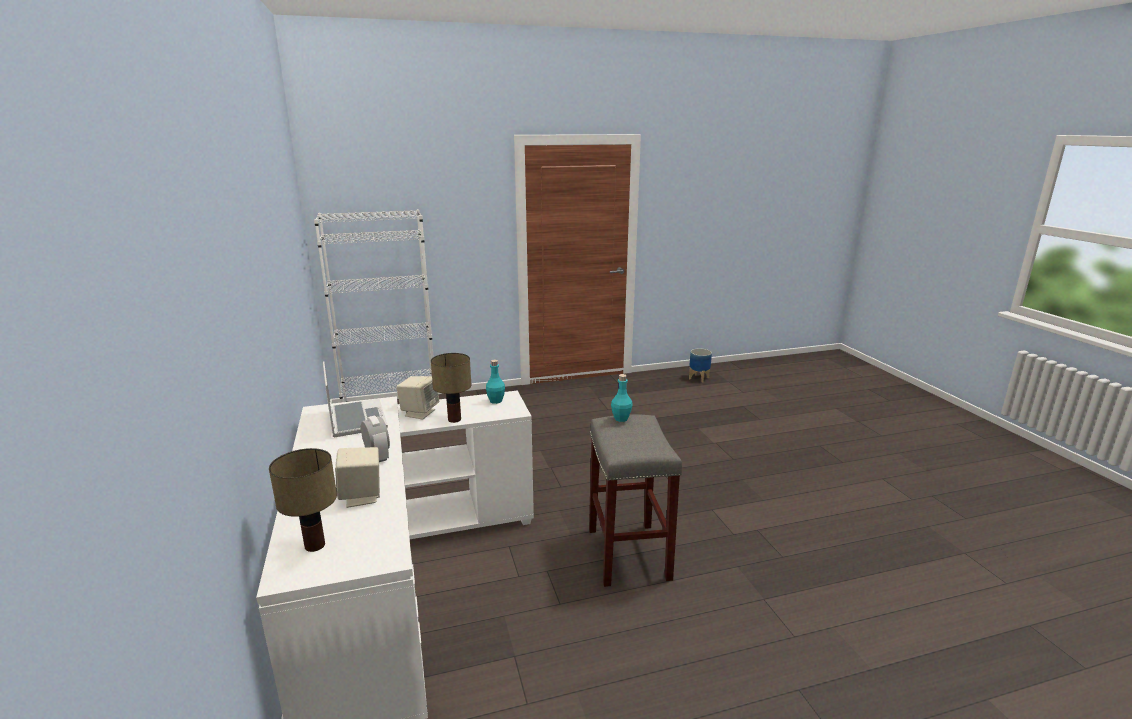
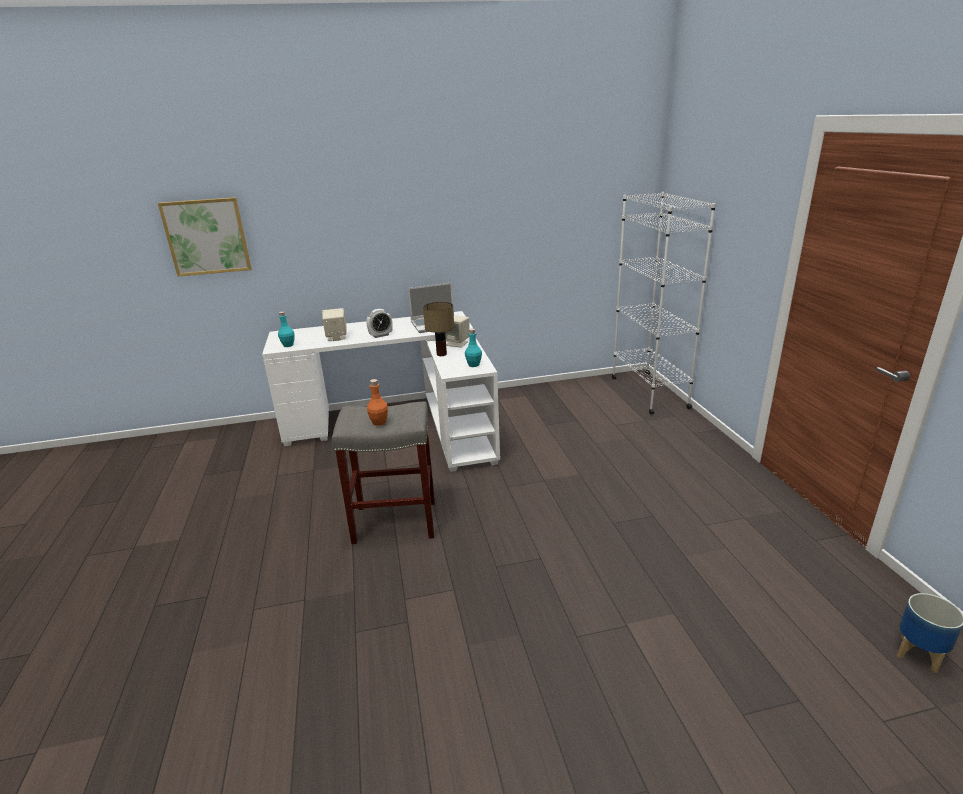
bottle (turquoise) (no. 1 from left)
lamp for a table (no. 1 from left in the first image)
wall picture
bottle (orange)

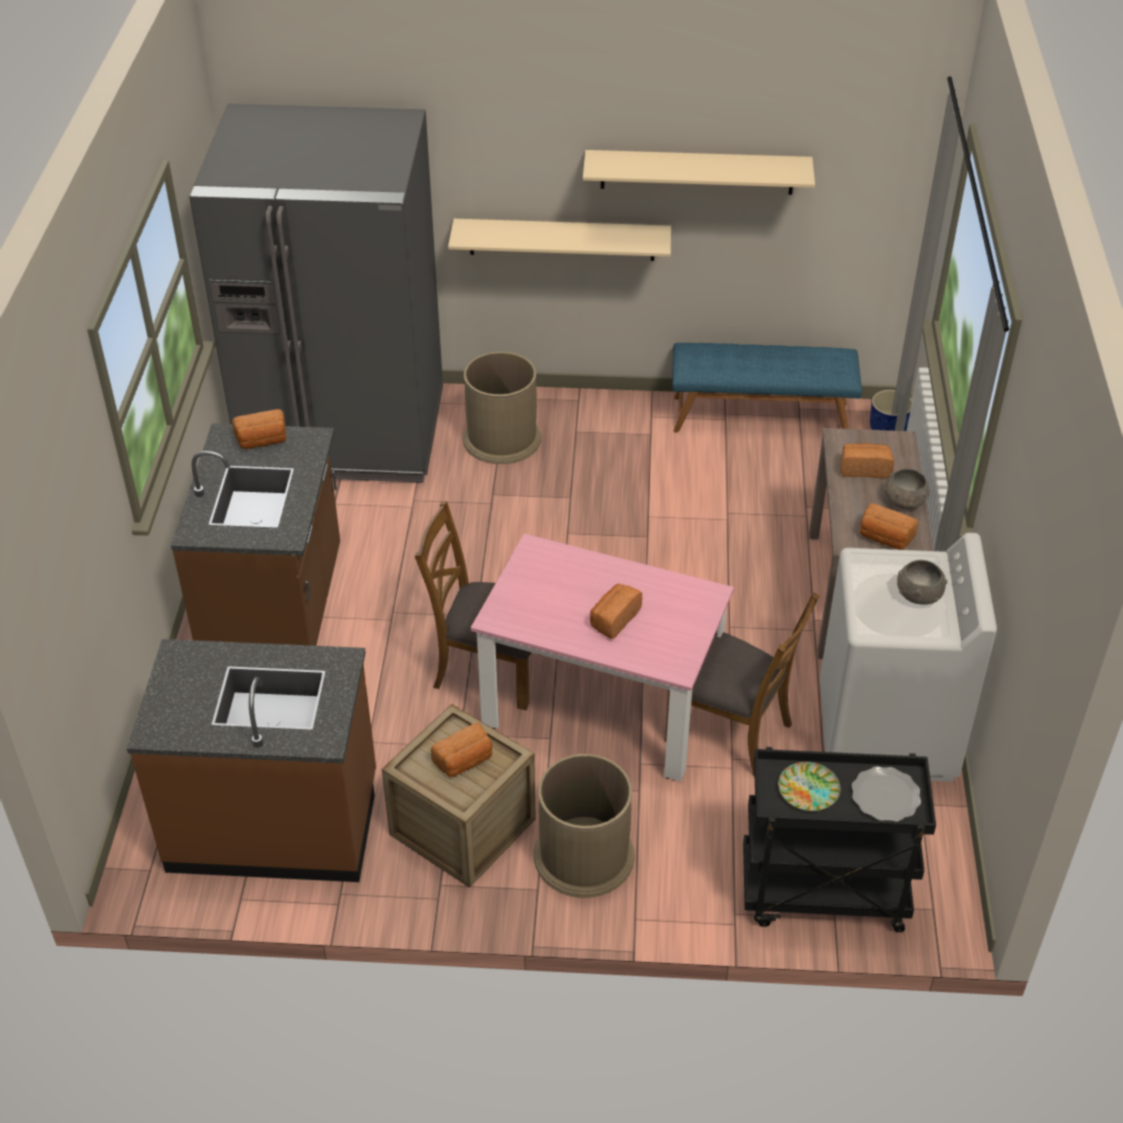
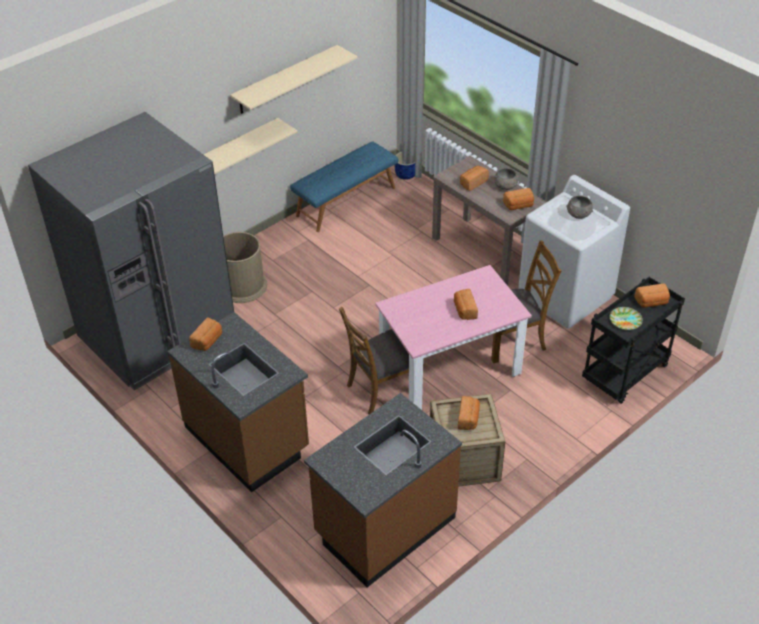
waste bin (brownish) (no. 2 from left in the first image)
bread (no. 6 from left)

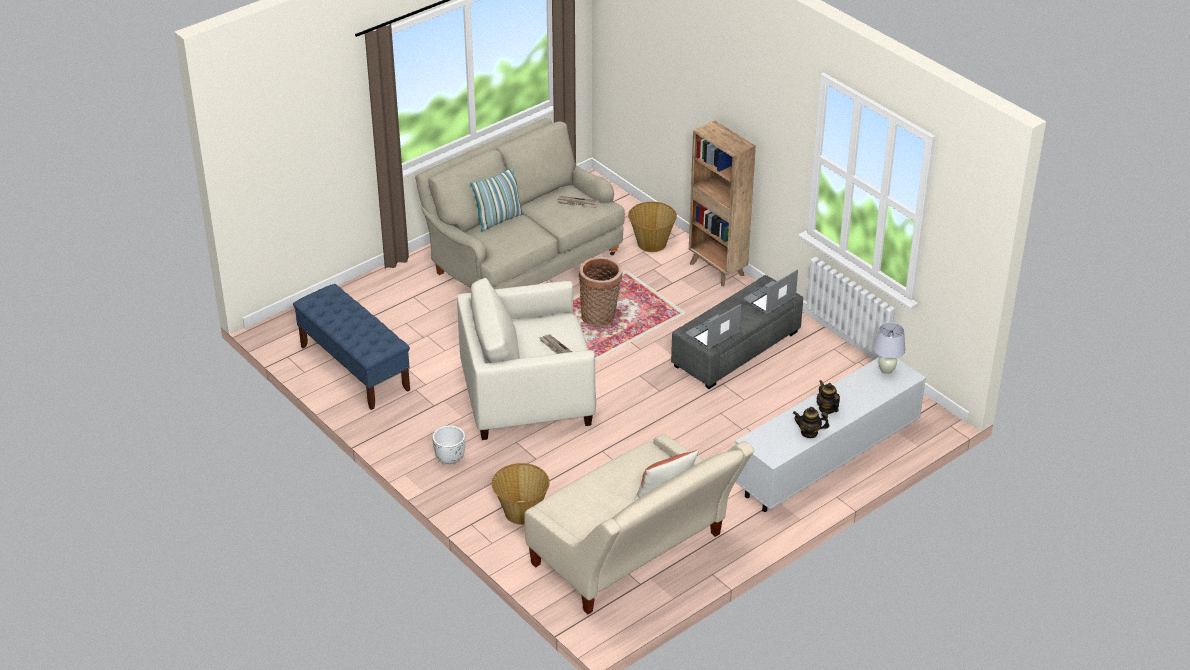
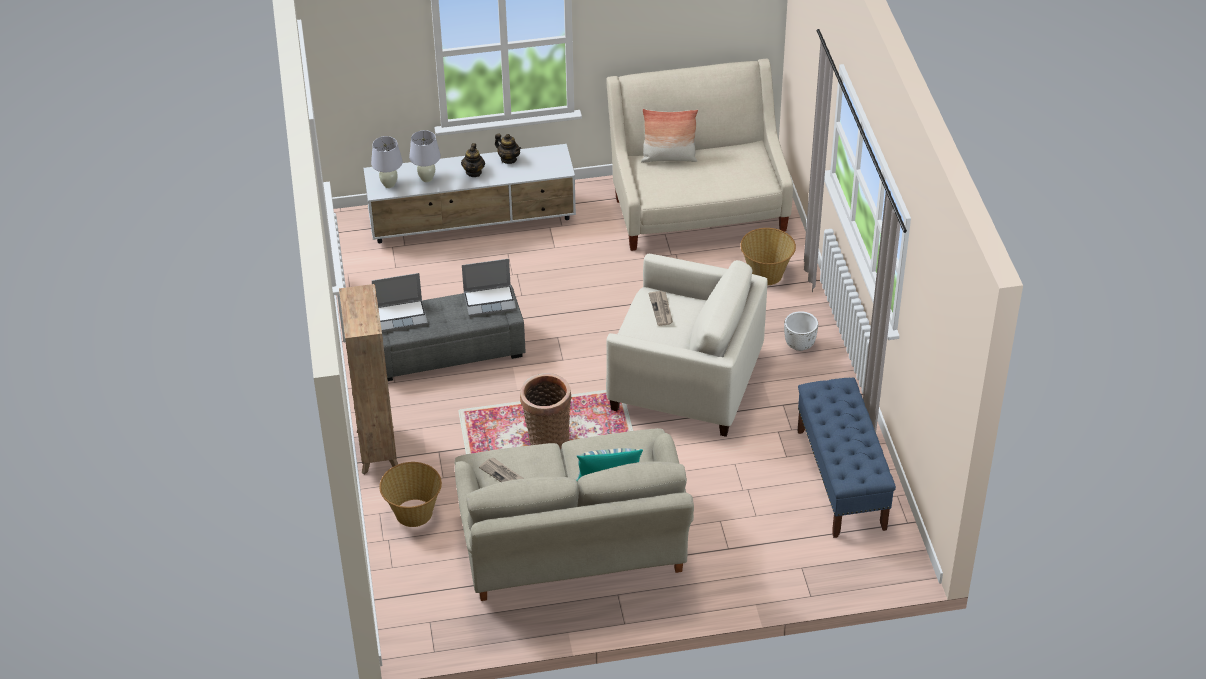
lamp for a table (white-coloured) (no. 2 from left)

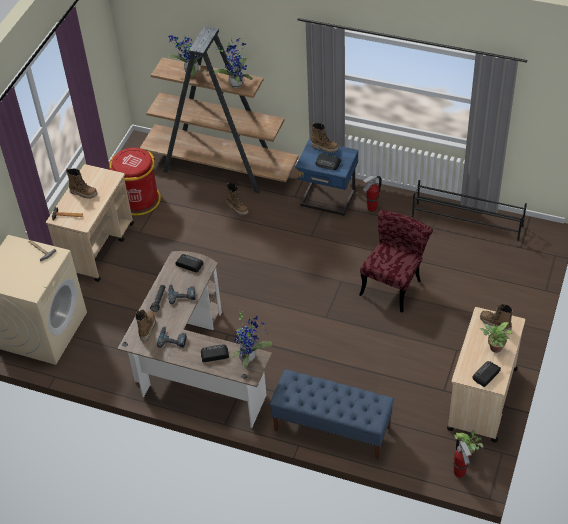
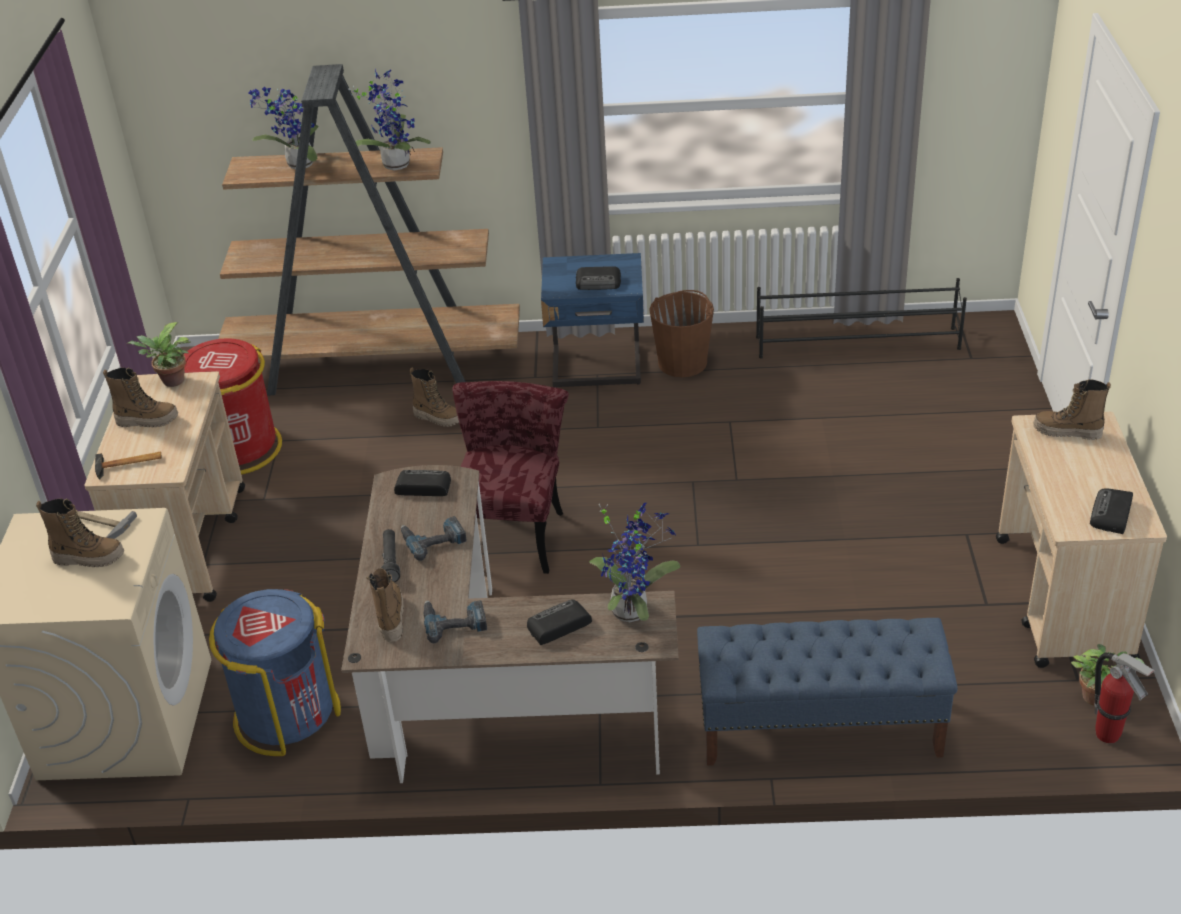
boot (no. 1 from left)
water bucket (brownish)
plain chair (red)
potted plant (no. 1 from left)
waste bin (bluish)

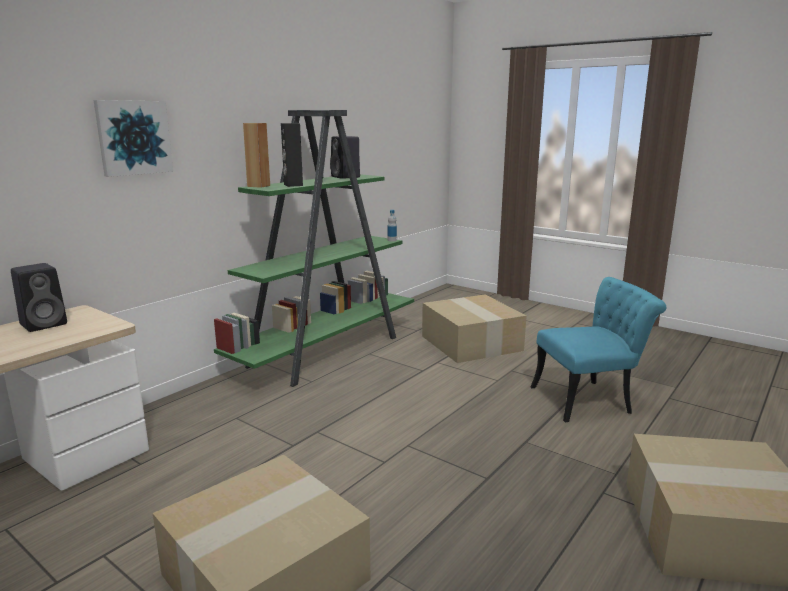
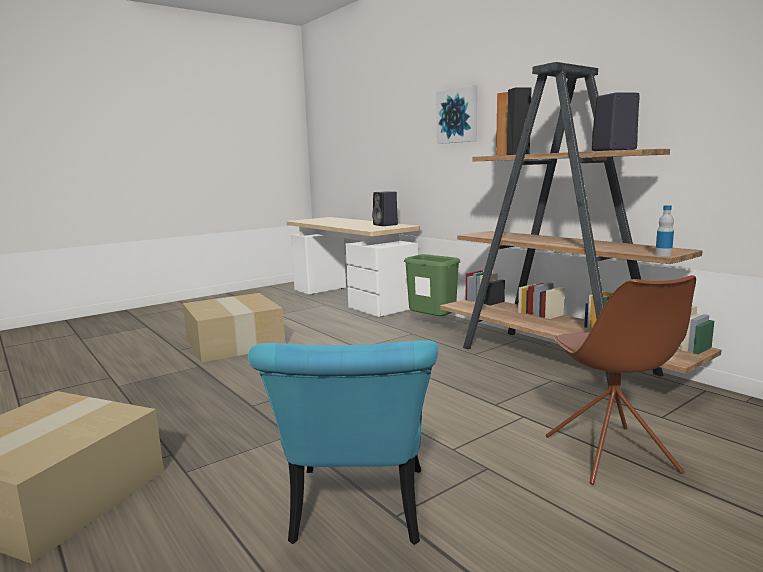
bookshelf (brownish)
plain chair (brownish)
waste bin (green)

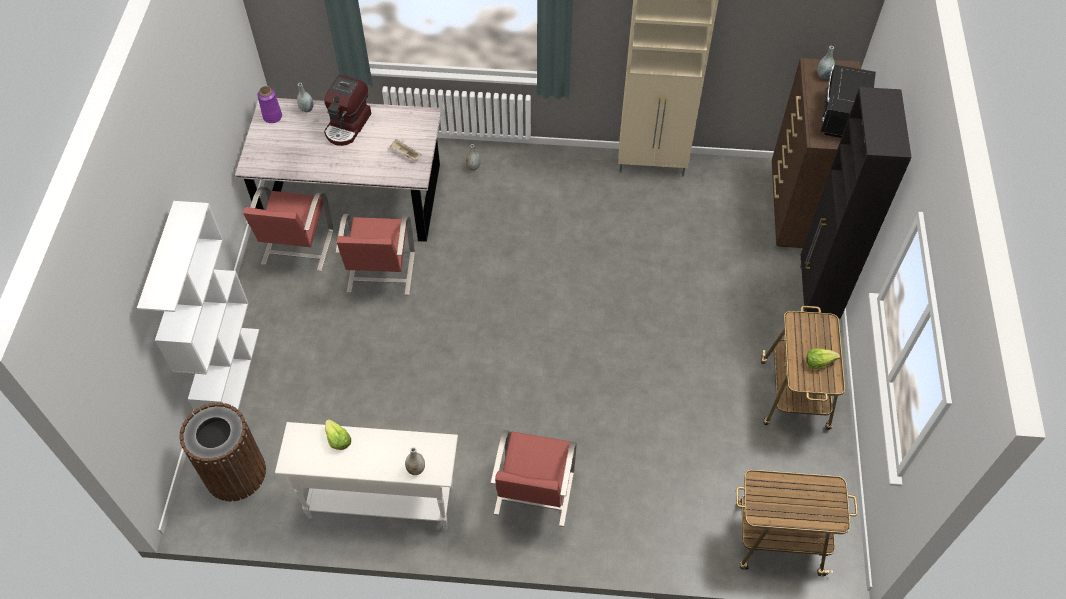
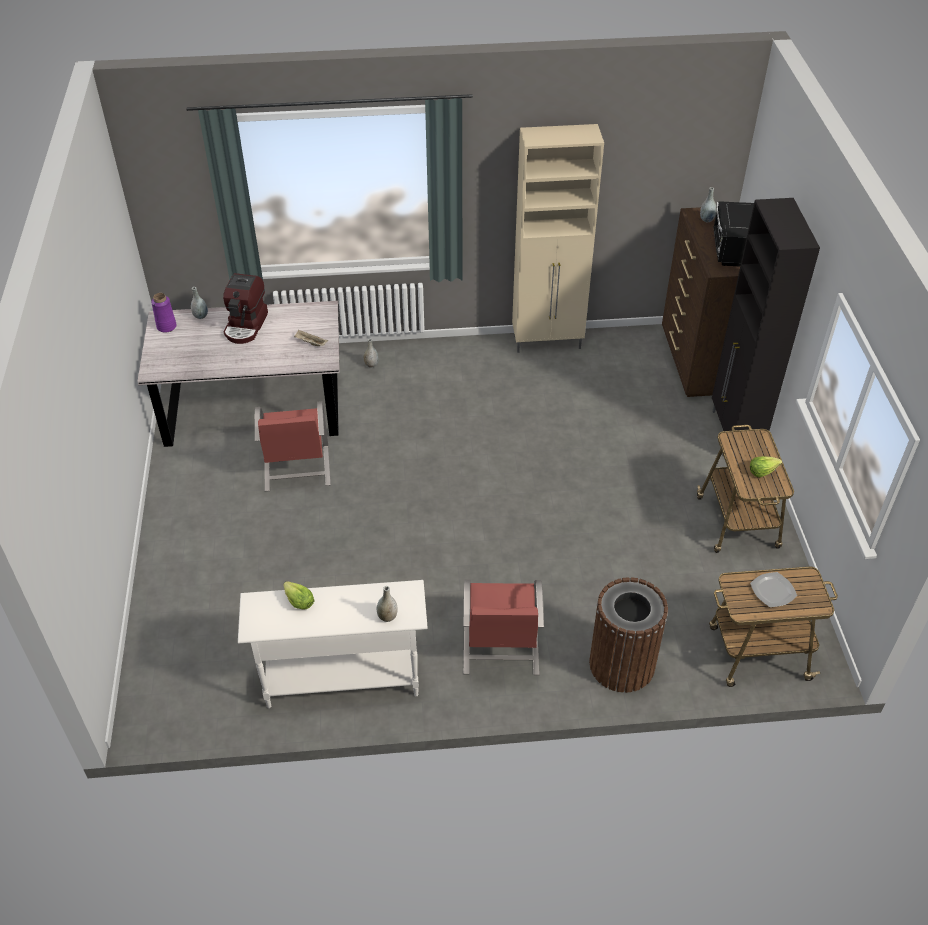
plain chair (red) (no. 1 from left in the first image)
bookshelf (white-coloured)
waste bin (brownish)
flat dish

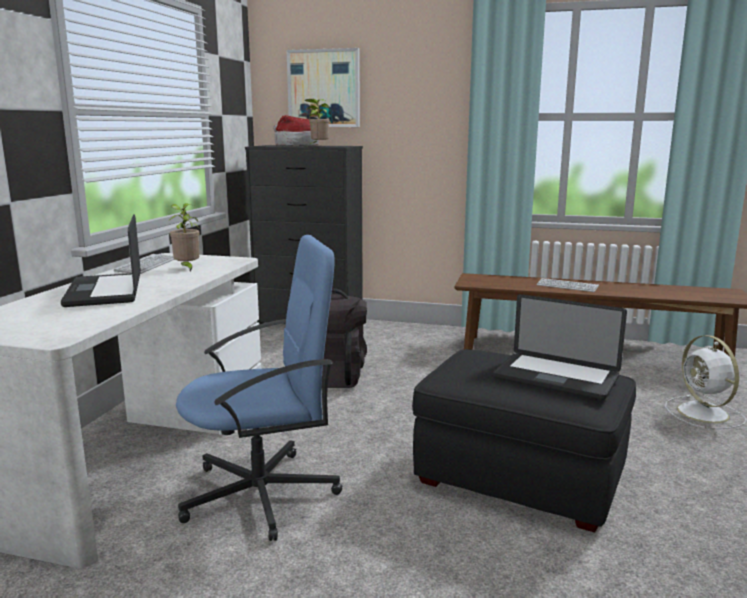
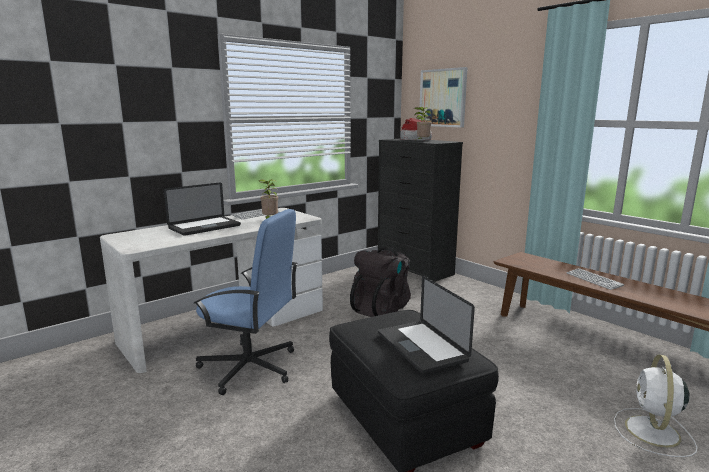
laptop (no. 1 from left)

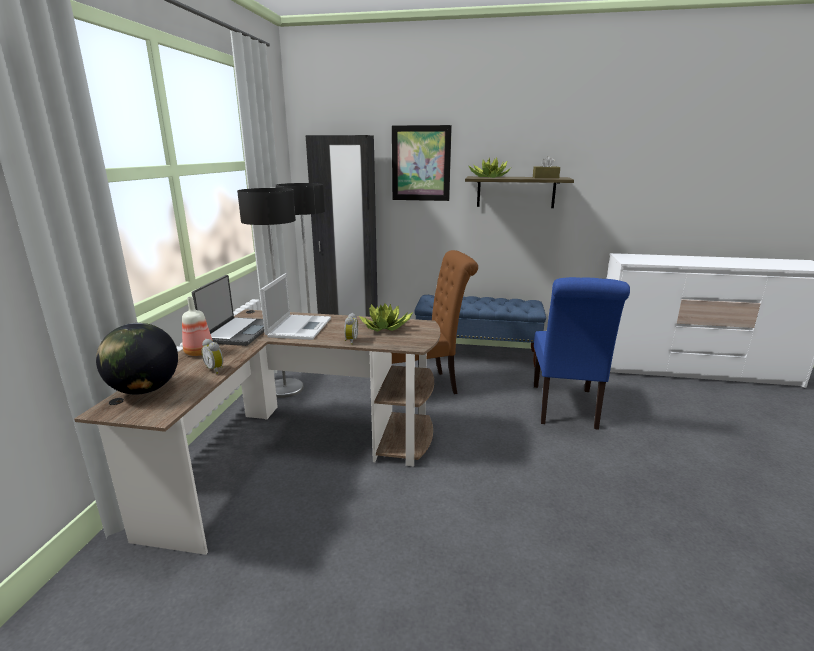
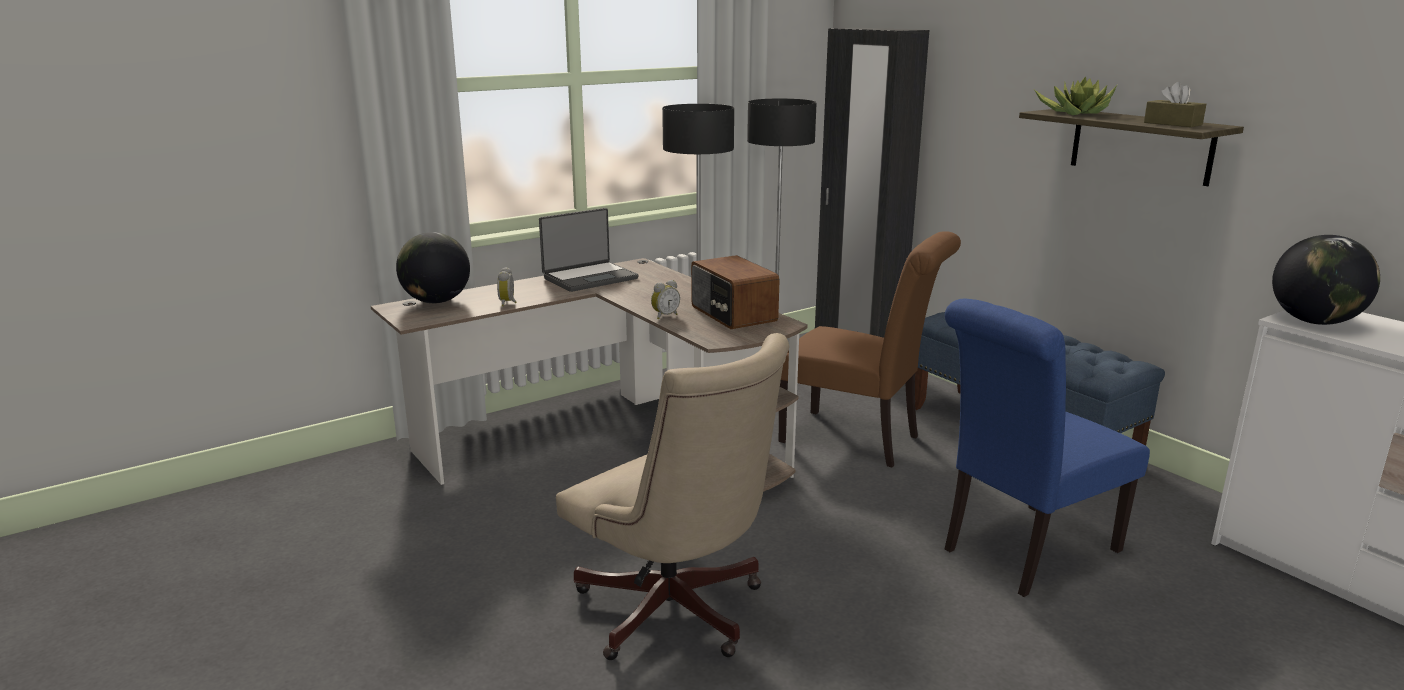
wall picture
laptop (no. 2 from left in the first image)
bottle
radio set
world globe (no. 2 from left)
computer chair (beige)

